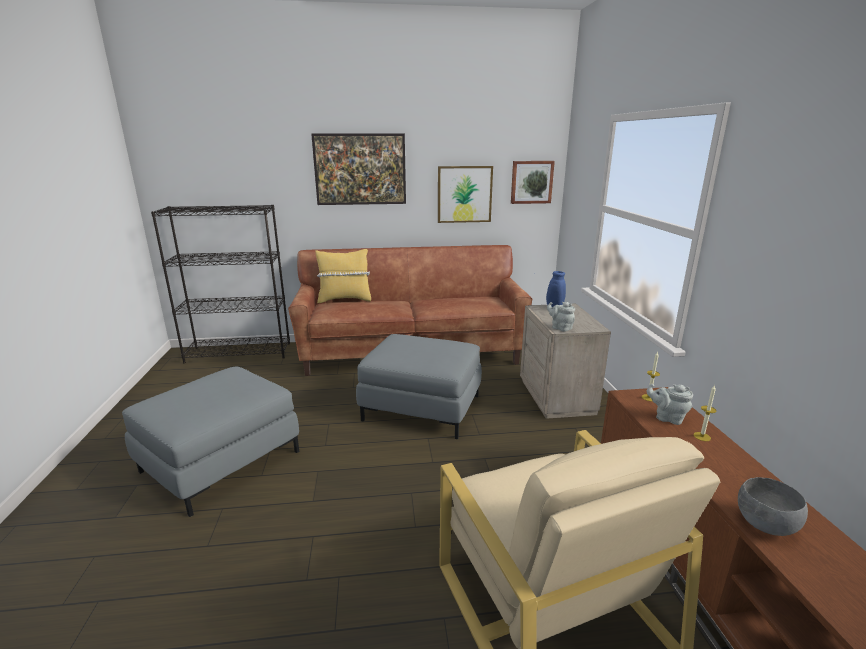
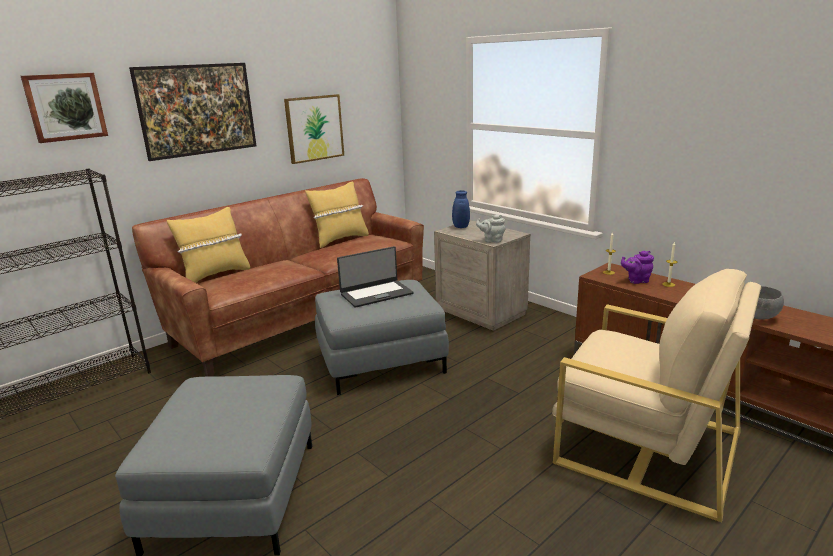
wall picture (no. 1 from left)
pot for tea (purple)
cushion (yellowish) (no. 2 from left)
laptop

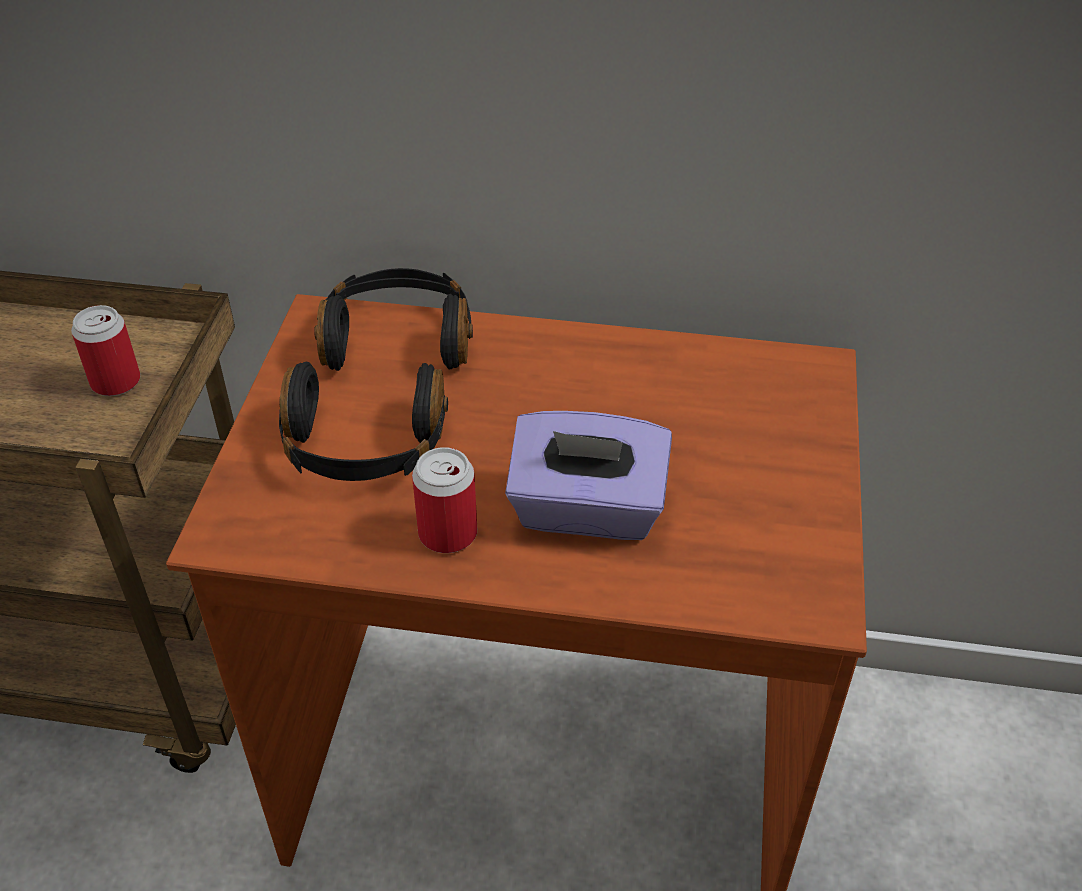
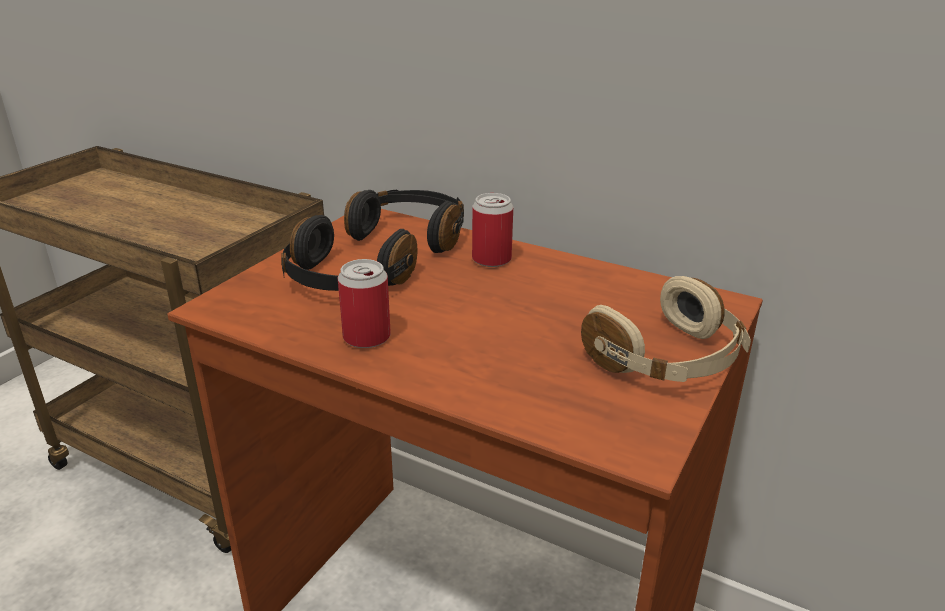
can (no. 2 from left)
tissue holder (purple)
headset (beige)

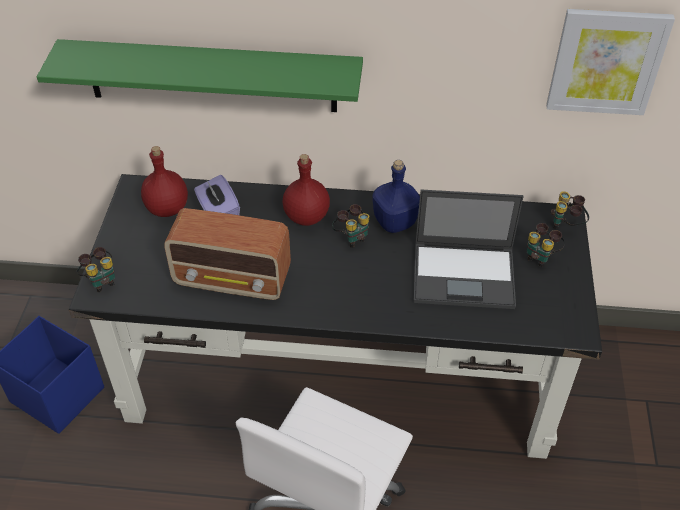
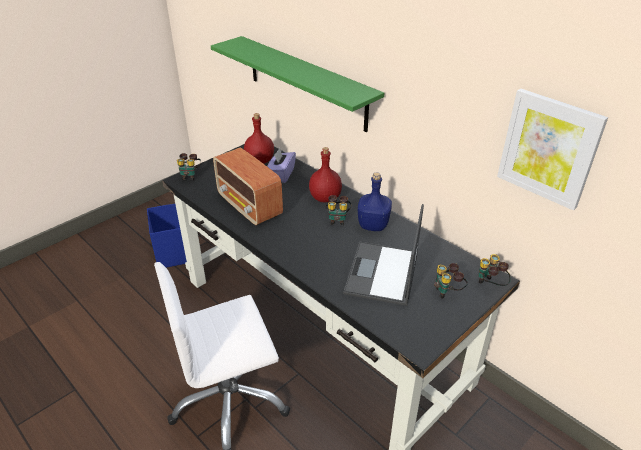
laptop

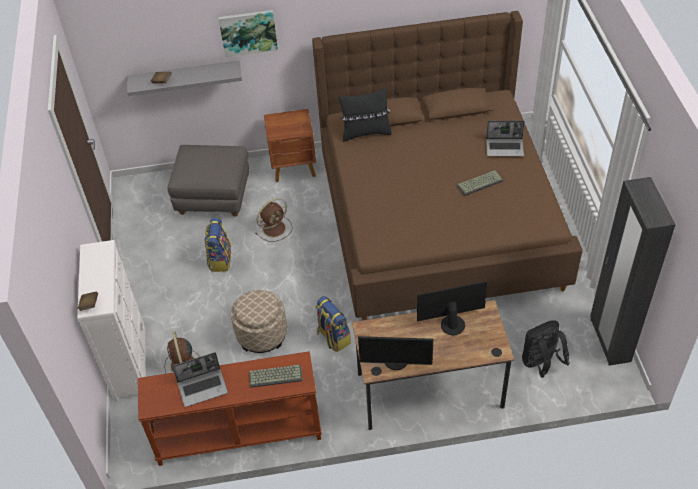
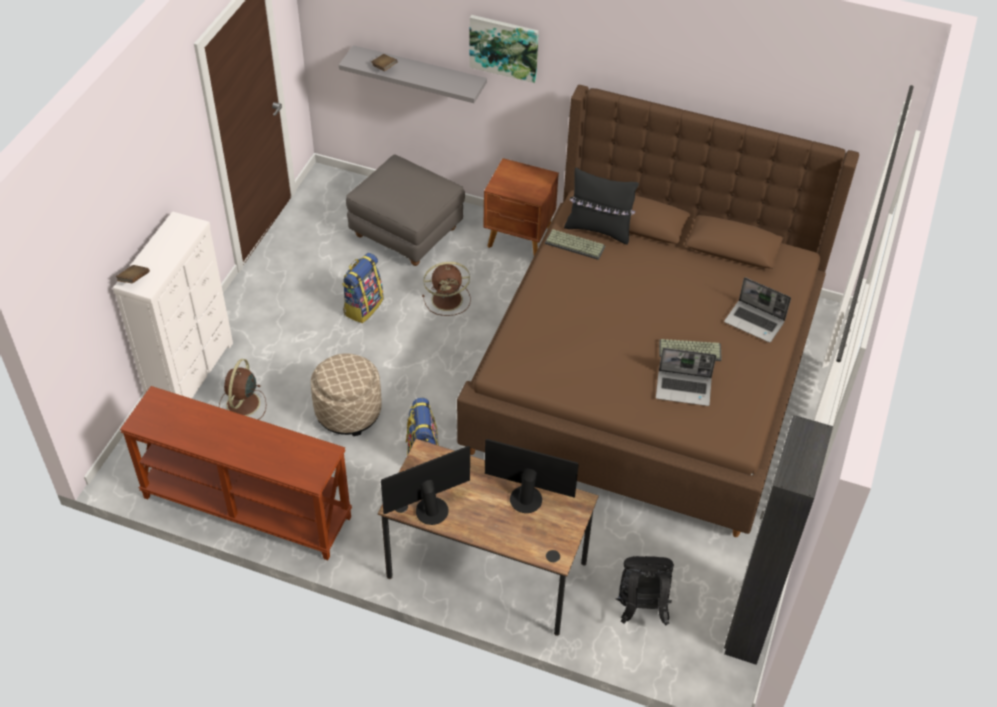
monitor (no. 1 from left)
laptop (no. 1 from left)
keyboard (no. 1 from left)

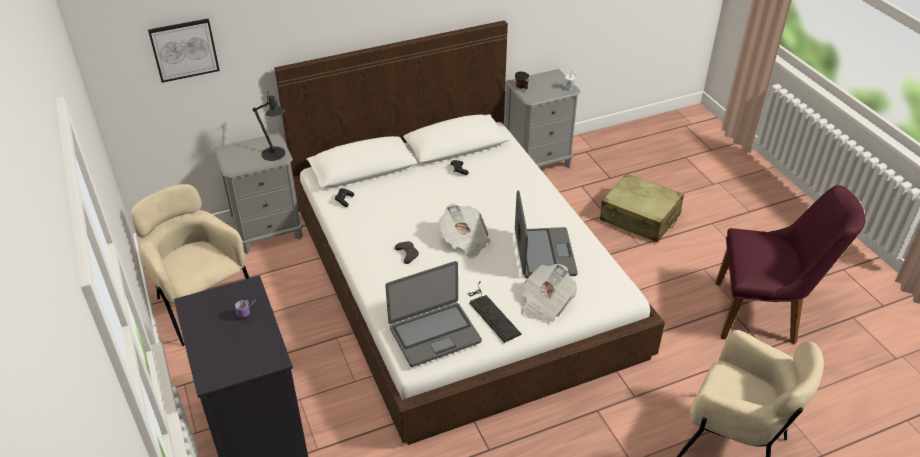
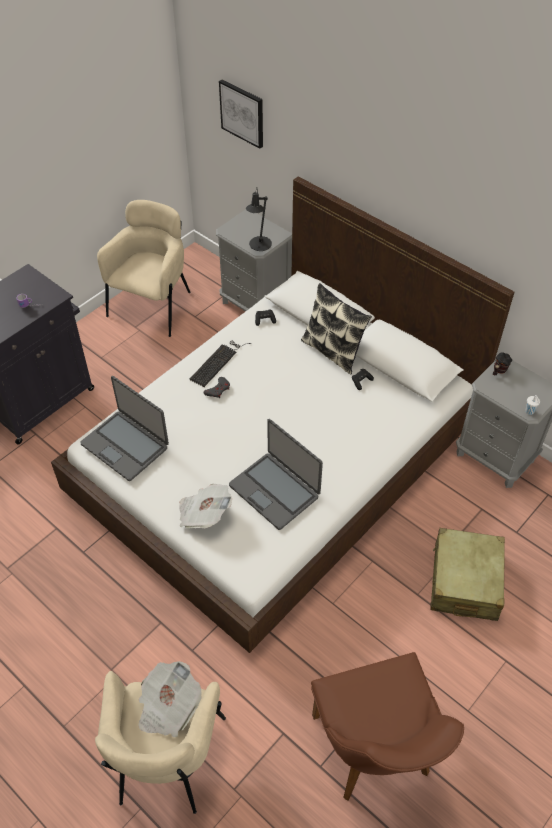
plain chair (brownish)
laptop (no. 2 from left)
daily paper (no. 1 from left)
keyboard
cushion

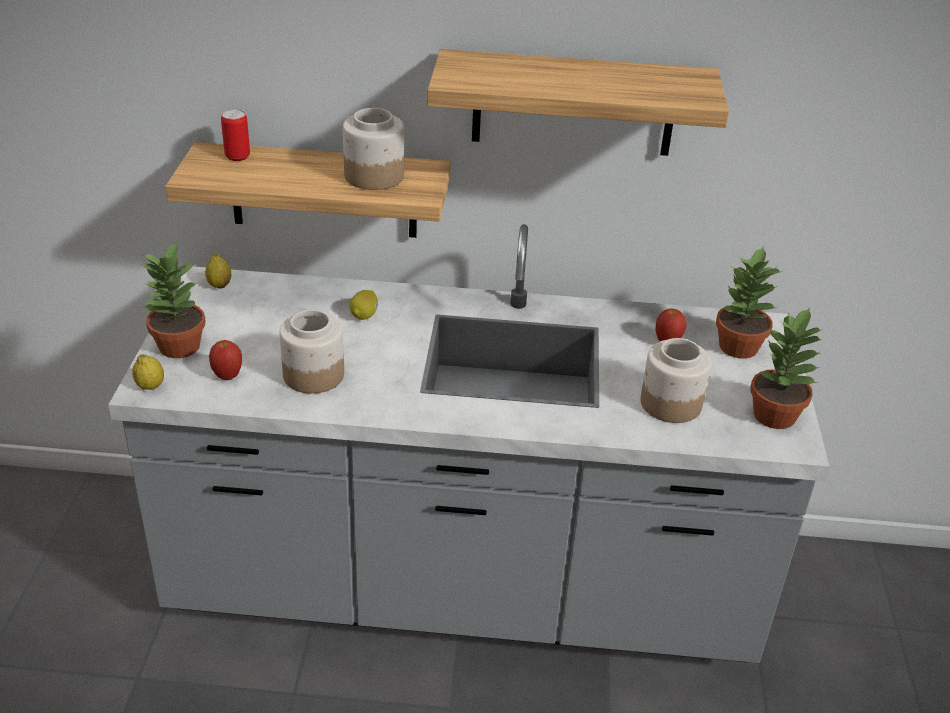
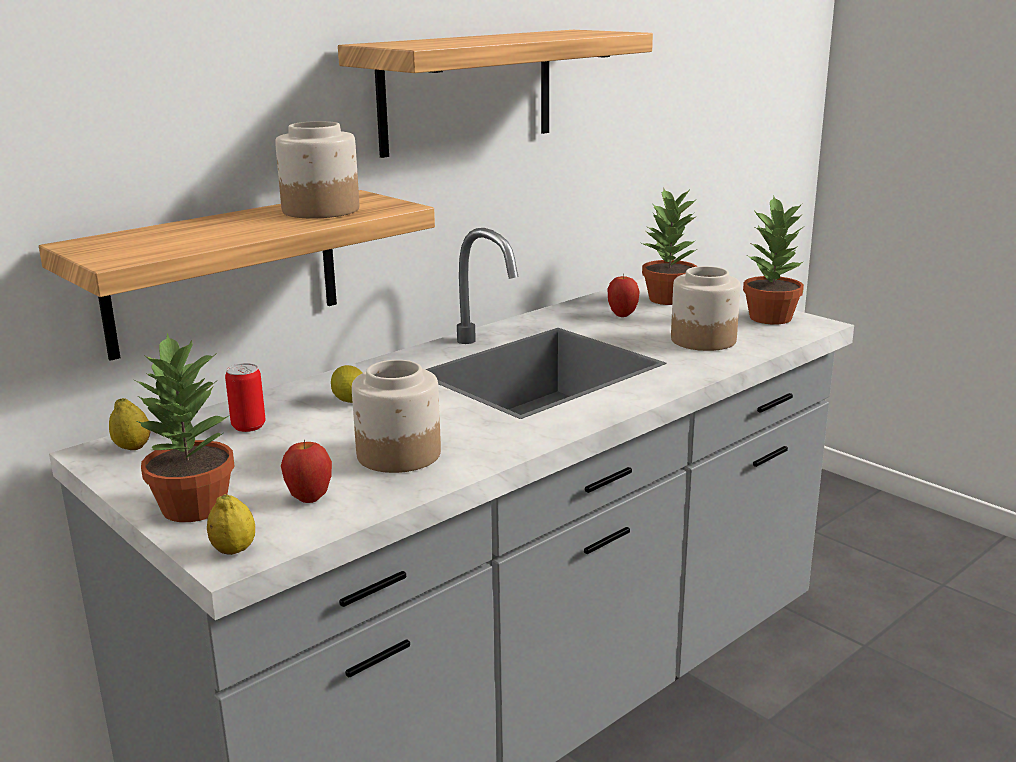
can

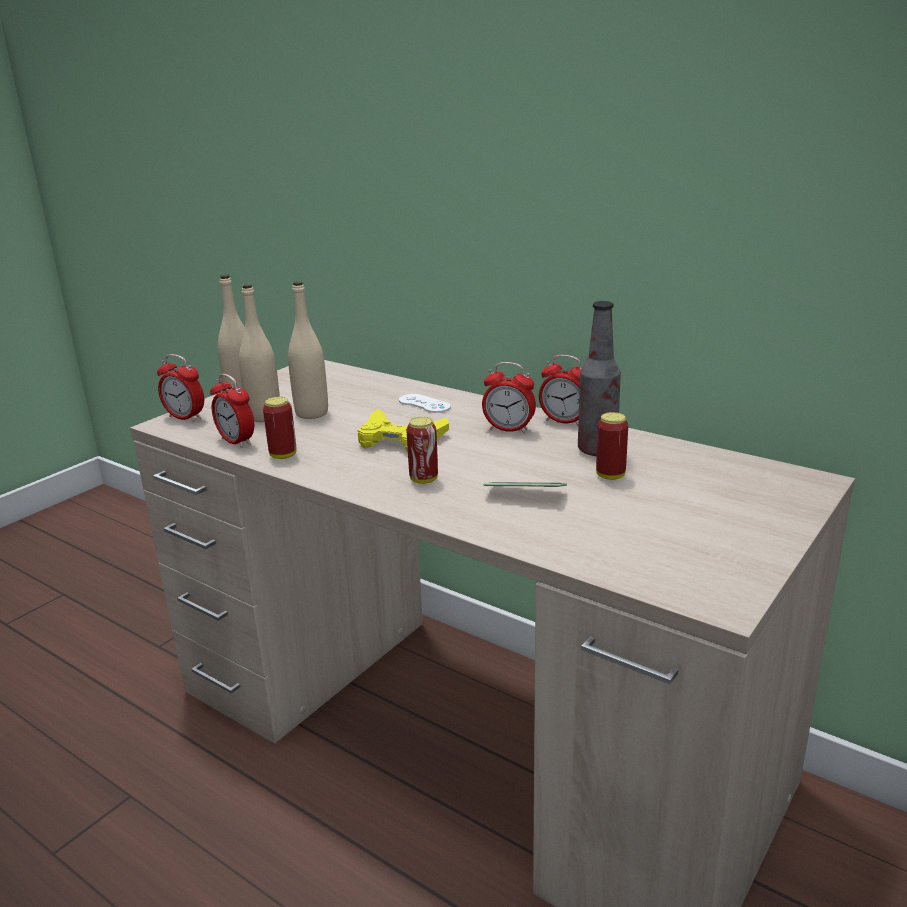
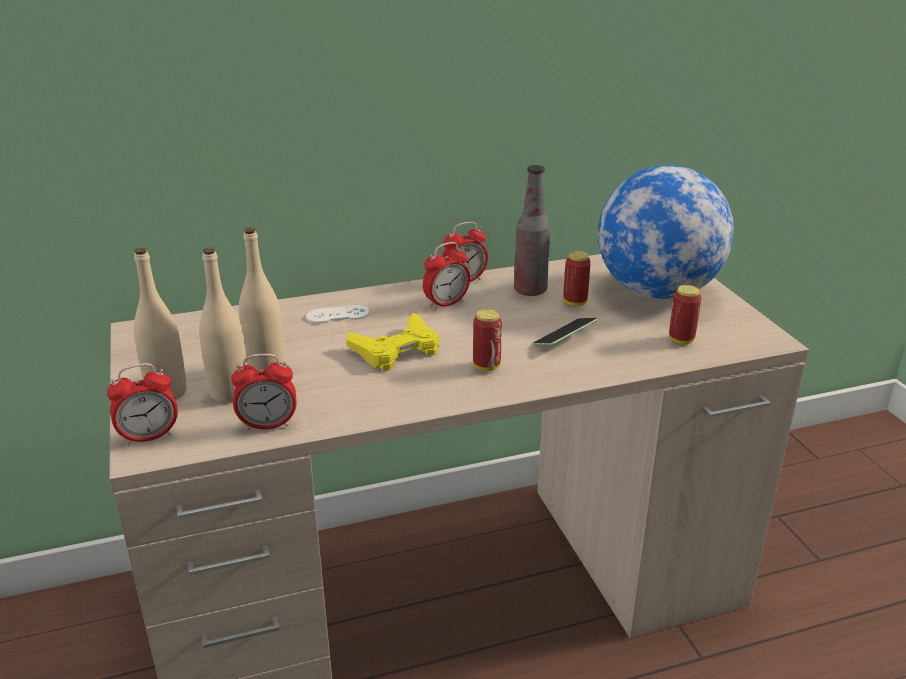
can (no. 3 from left)
world globe

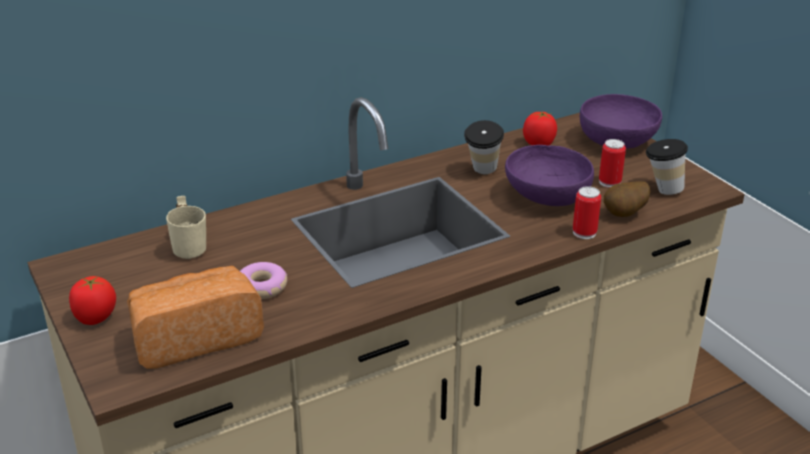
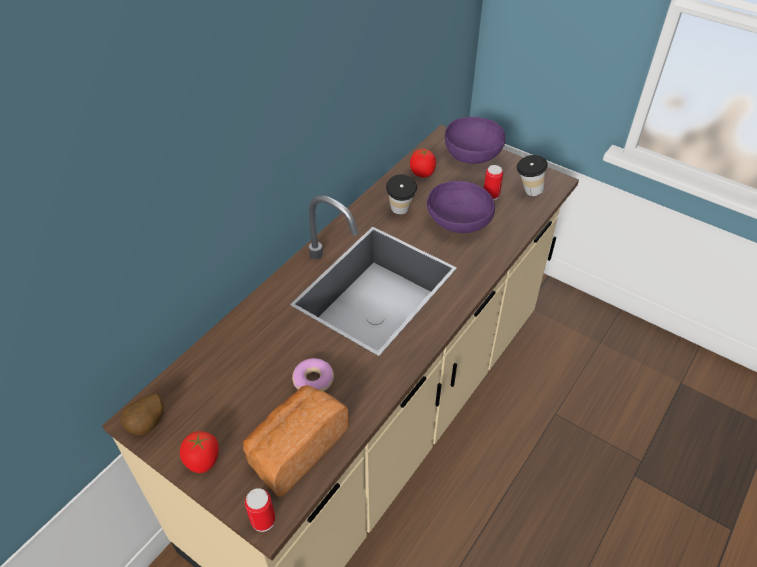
potato
can (no. 1 from left)
tea mug (beige)

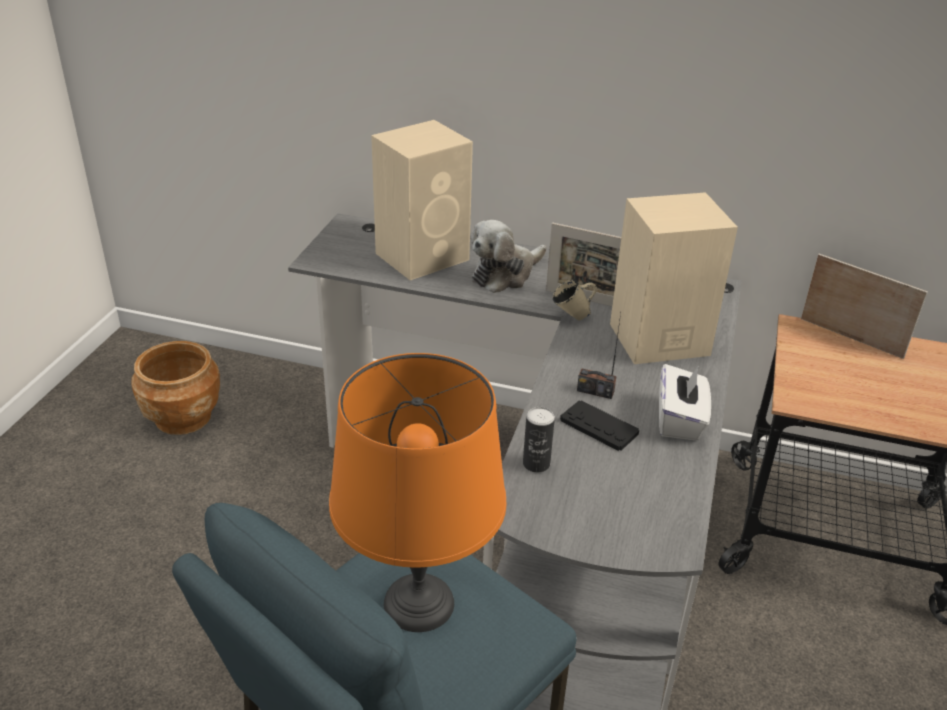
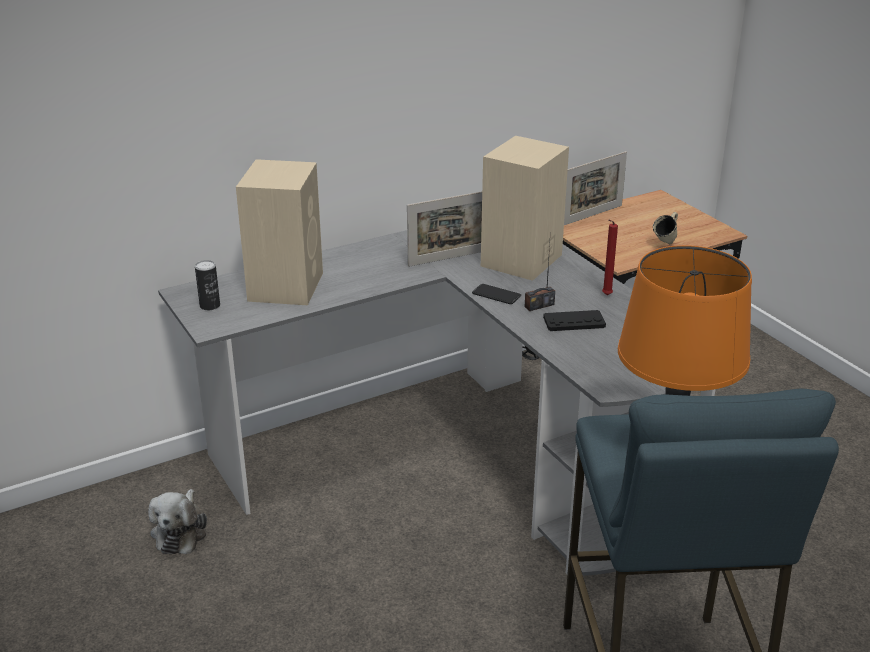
cuddly toy
picture frame (no. 2 from left)
tea mug (beige)
planter (brownish)
wax light (red)
can
phone

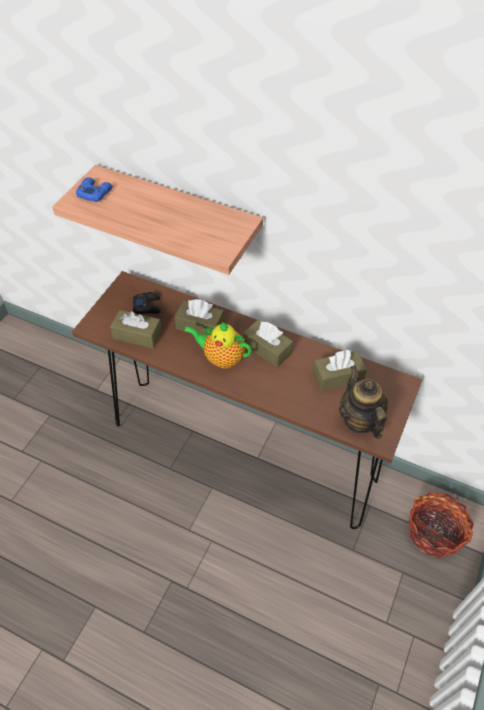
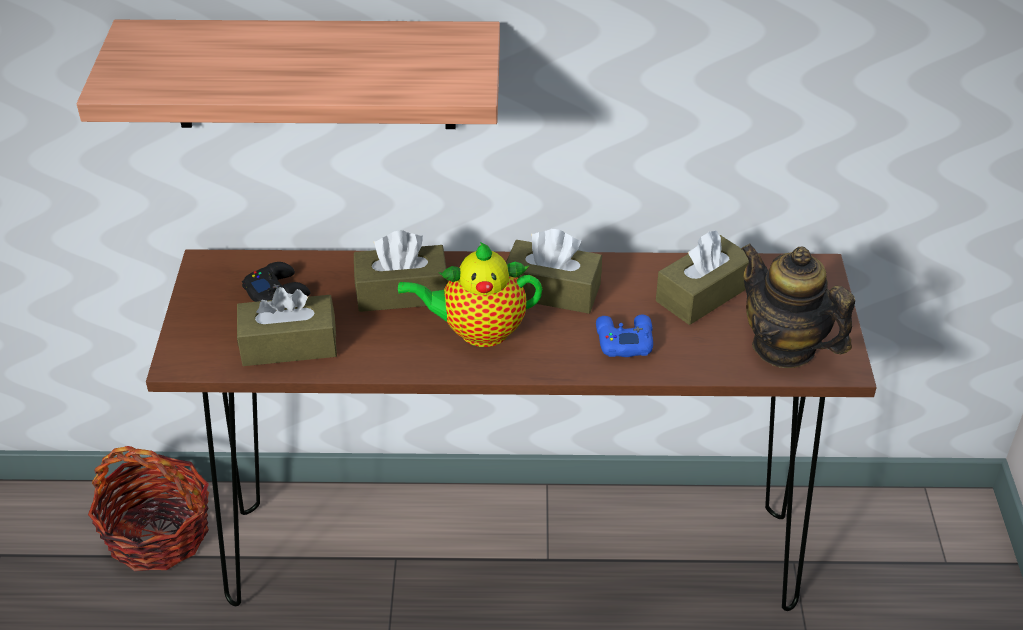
gamepad (bluish)
storage basket

